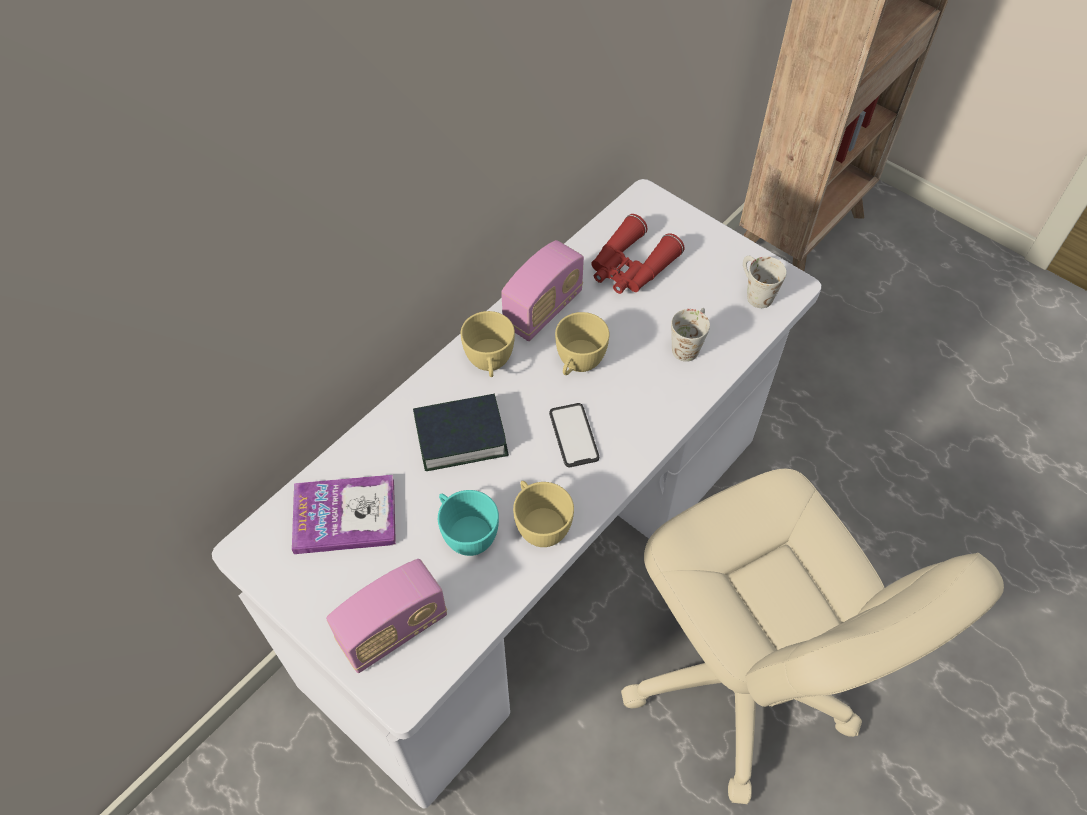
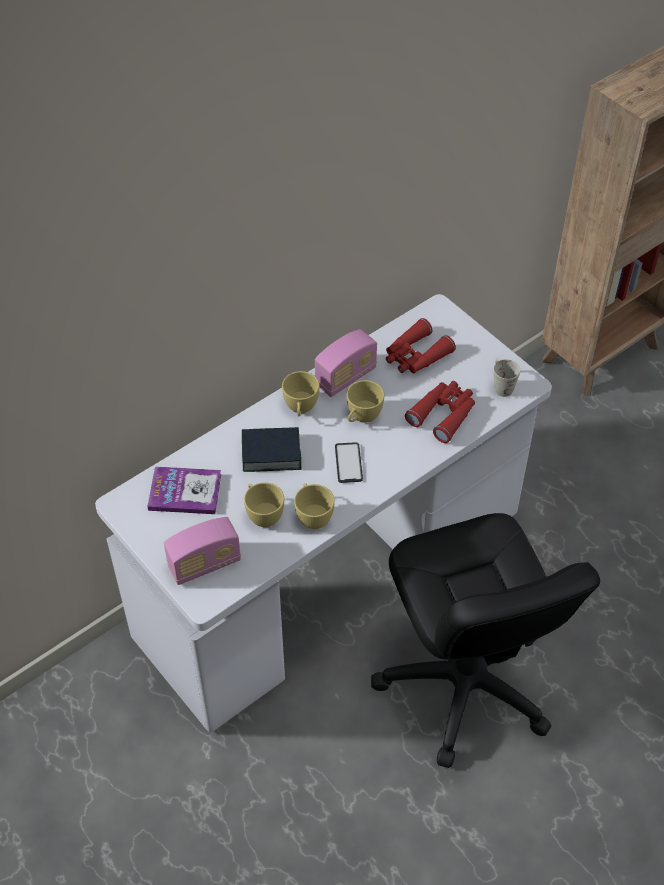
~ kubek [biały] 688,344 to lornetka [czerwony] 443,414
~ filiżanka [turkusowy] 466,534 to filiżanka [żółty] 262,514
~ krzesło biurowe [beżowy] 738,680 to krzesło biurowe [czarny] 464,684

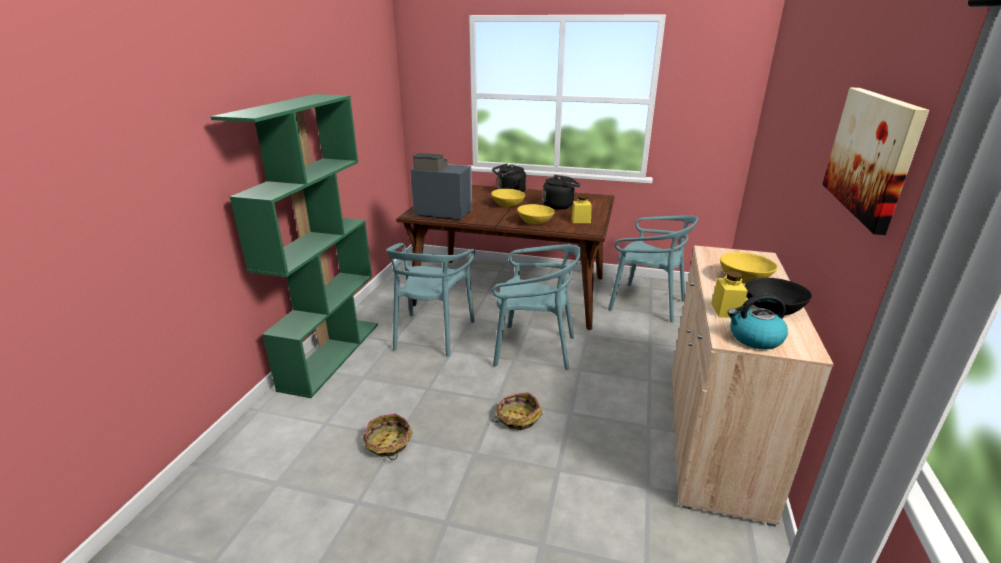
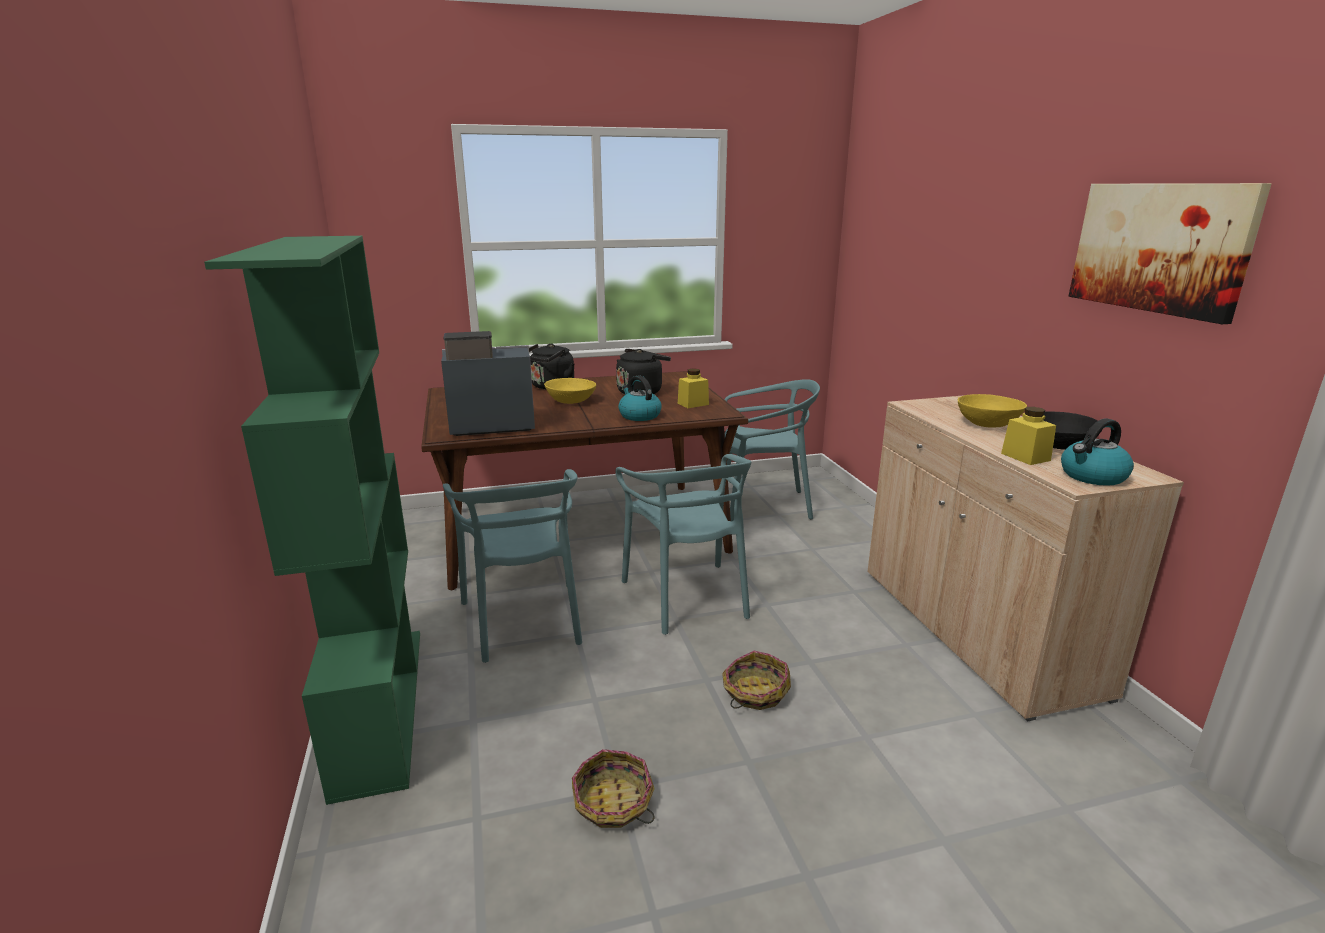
~ miska [żółty] 535,222 to czajnik 639,415
~ krzesło [turkusowy] 534,349 = 687,597 90 degrees clockwise

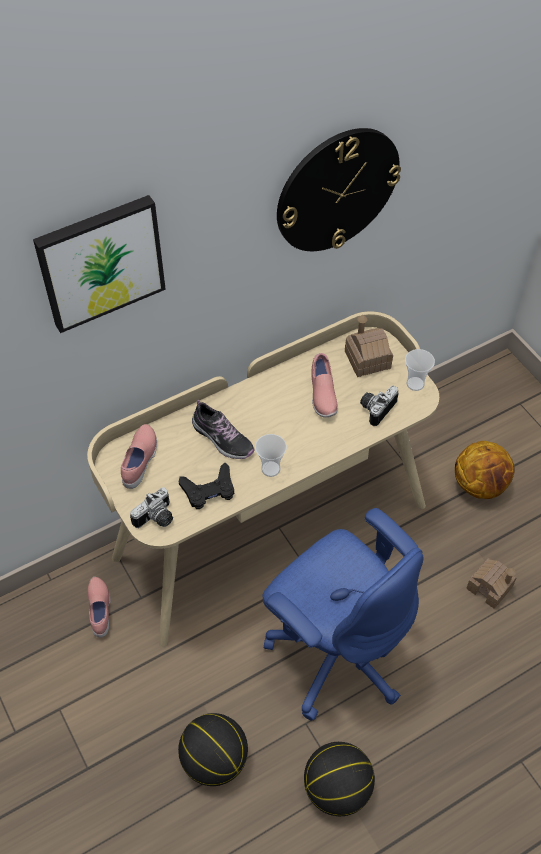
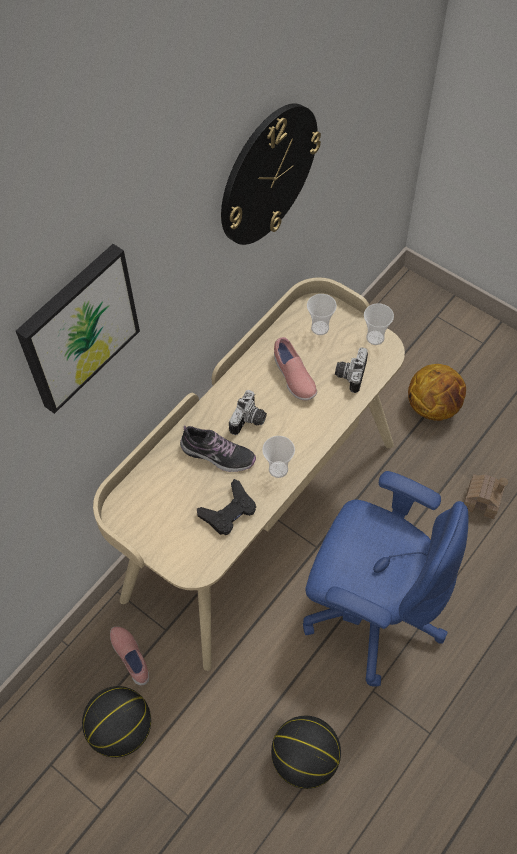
- but [różowy] 140,461
~ aparat fotograficzny 156,519 to 249,421
~ piłka do koszykówki 336,788 to 121,729
~ domek 367,359 to filiżanka 320,328

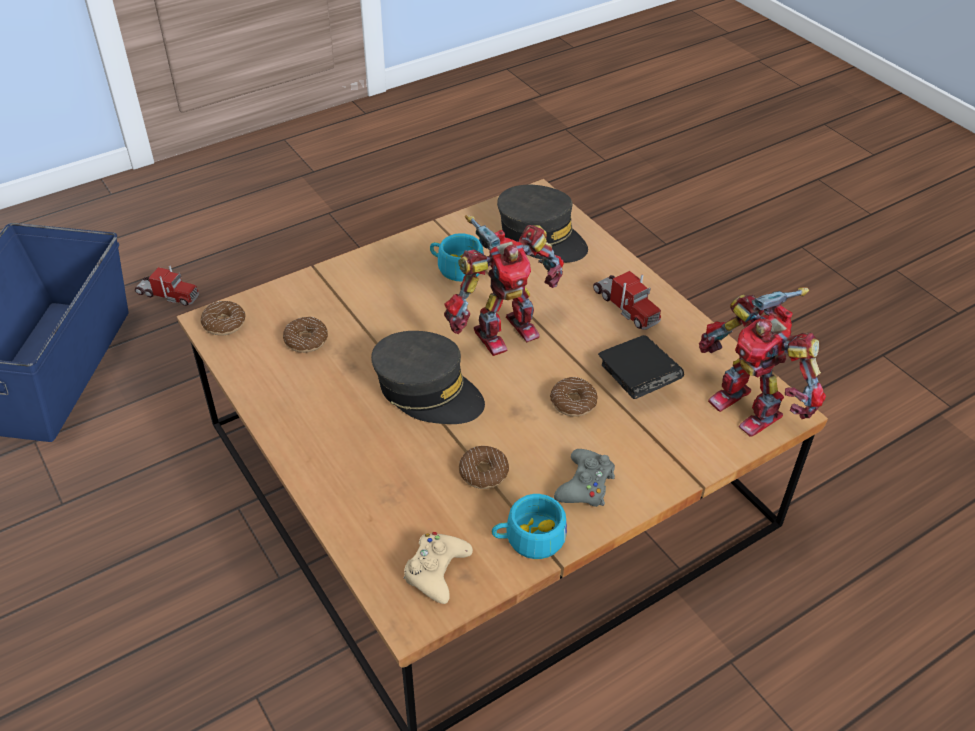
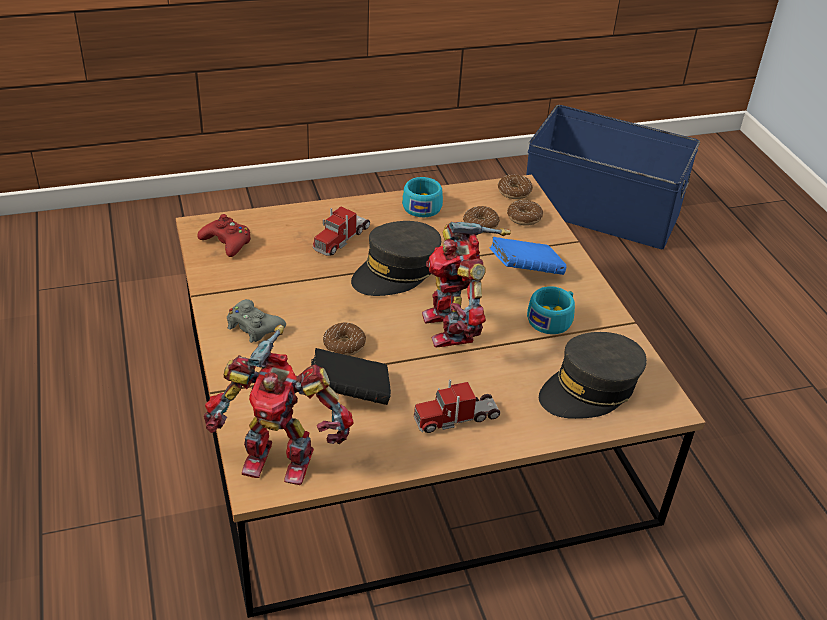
+ książka [niebieski] 525,271
~ ciężarówka zabawkowa 168,295 to 341,239
~ donut 483,472 to 524,218
~ filiżanka [turkusowy] 528,538 to 422,205
~ pad do gier [beżowy] 436,571 to pad do gier [czerwony] 227,242
~ robot zabawkowy 748,407 = 279,458 150 degrees counterclockwise

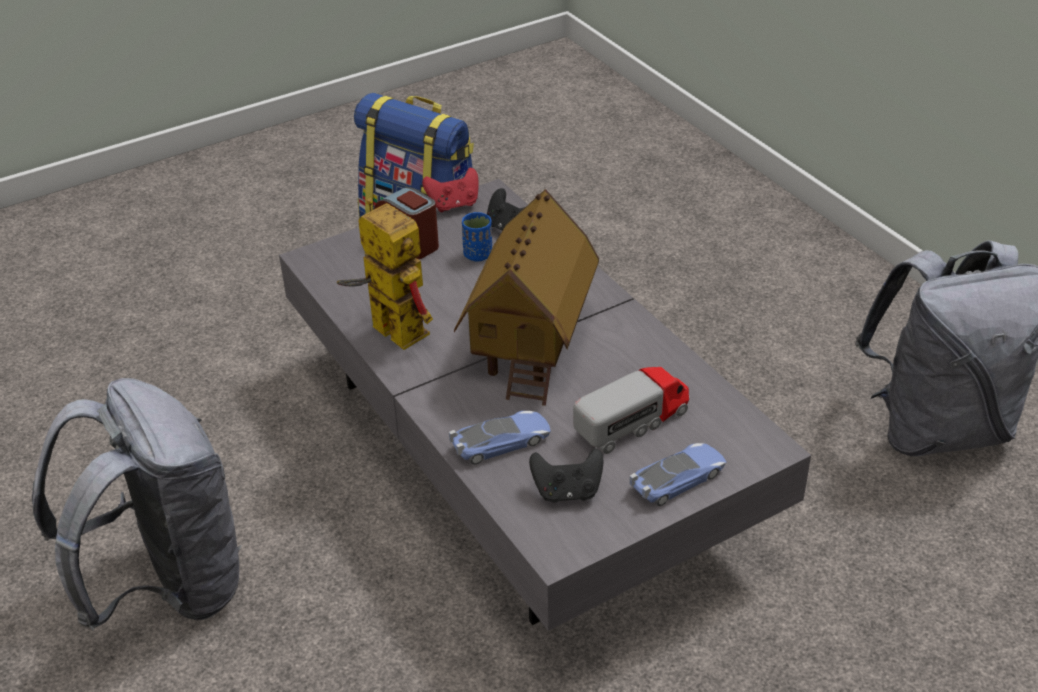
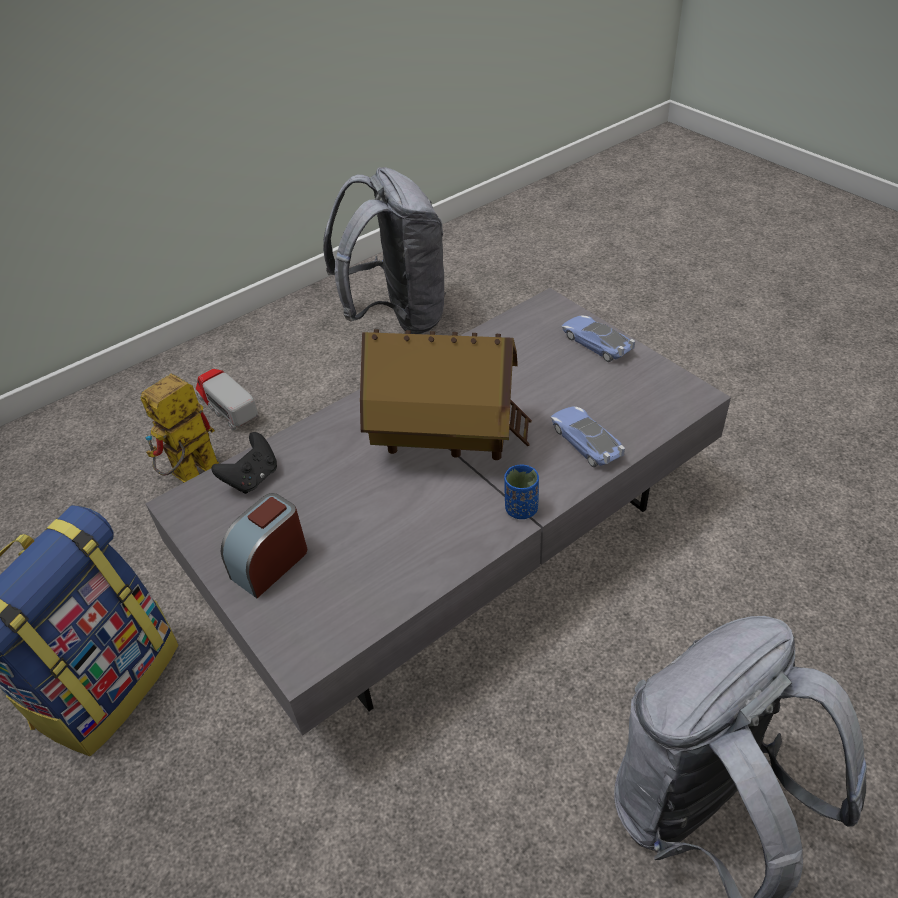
- pad do gier [czerwony] 454,205
- pad do gier [czarny] 567,492
~ robot zabawkowy 388,328 to 190,476
~ filiżanka [niebieski] 478,255 to 521,509
~ ciężarówka zabawkowa 633,421 to 227,407

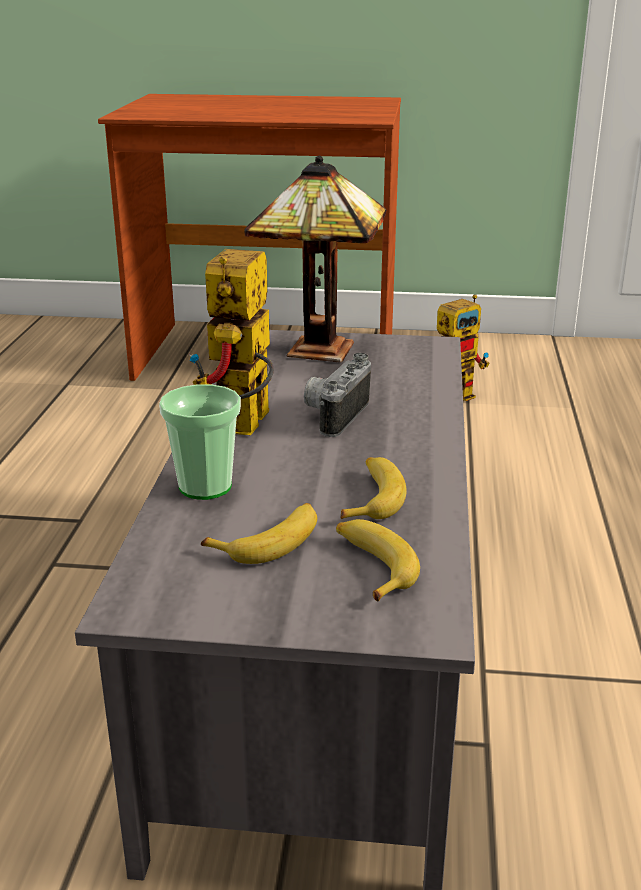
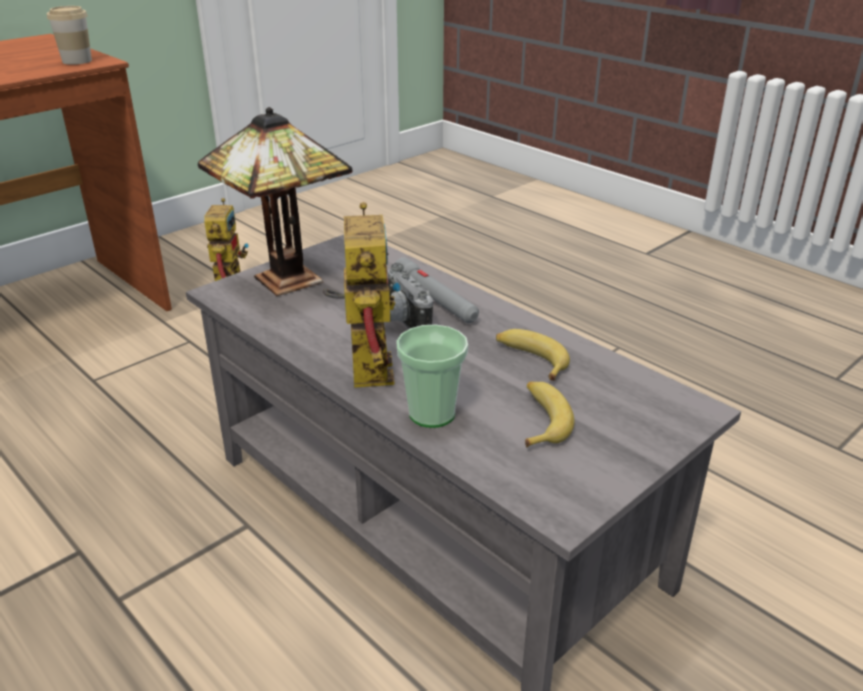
- banan 371,566
+ filiżanka 77,61
+ latarka [szary] 435,300
~ robot zabawkowy 242,429 = 365,362 150 degrees counterclockwise

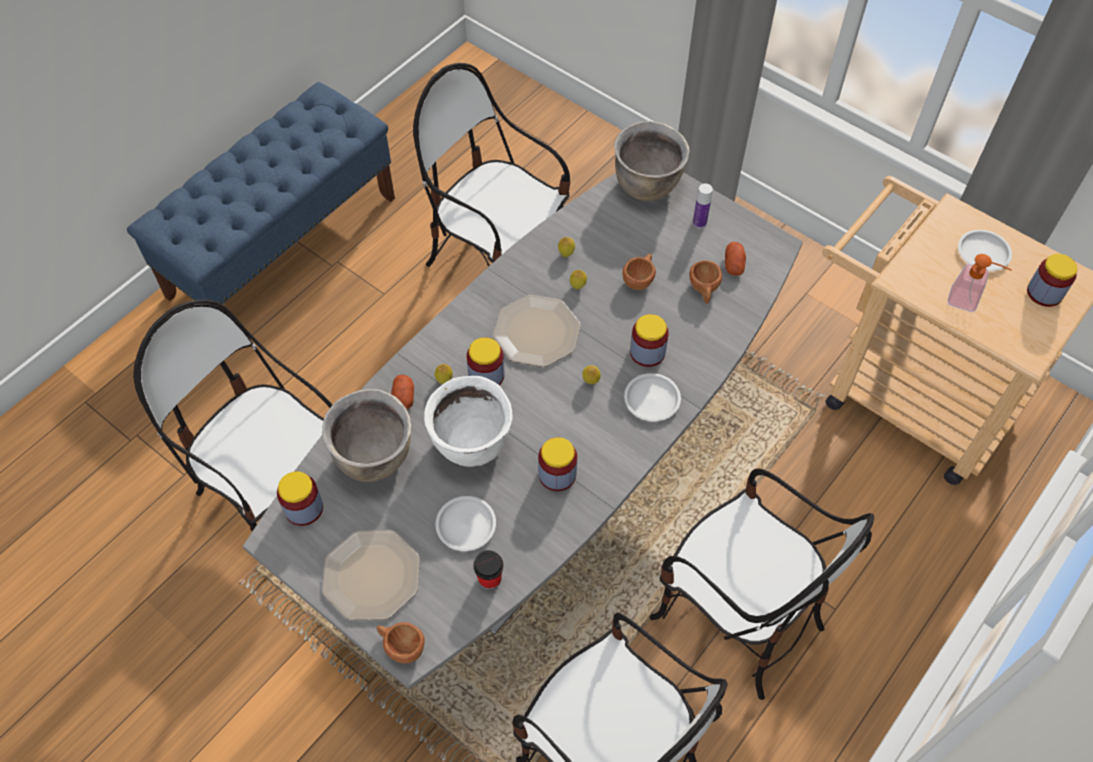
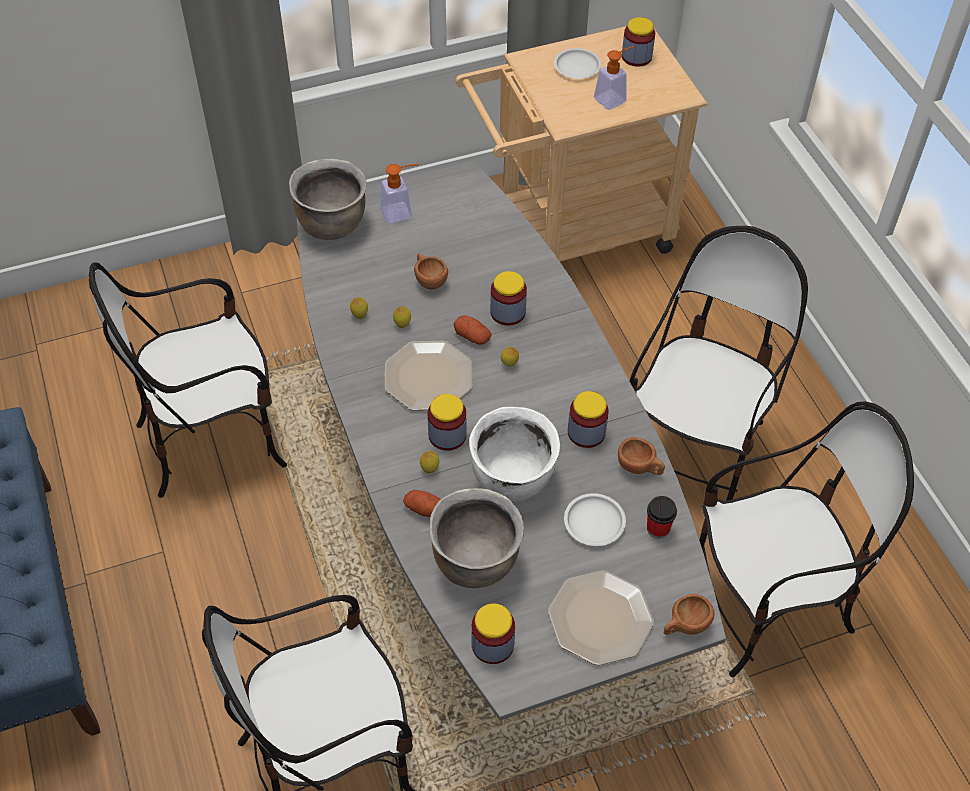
- talerz [biały] 651,400
~ filiżanka [brązowy] 704,290 to 640,467
~ ziemniak 734,265 to 472,336
~ butelka 699,223 to dozownik mydła 402,212
~ krzesło 736,617 = 694,450 45 degrees counterclockwise

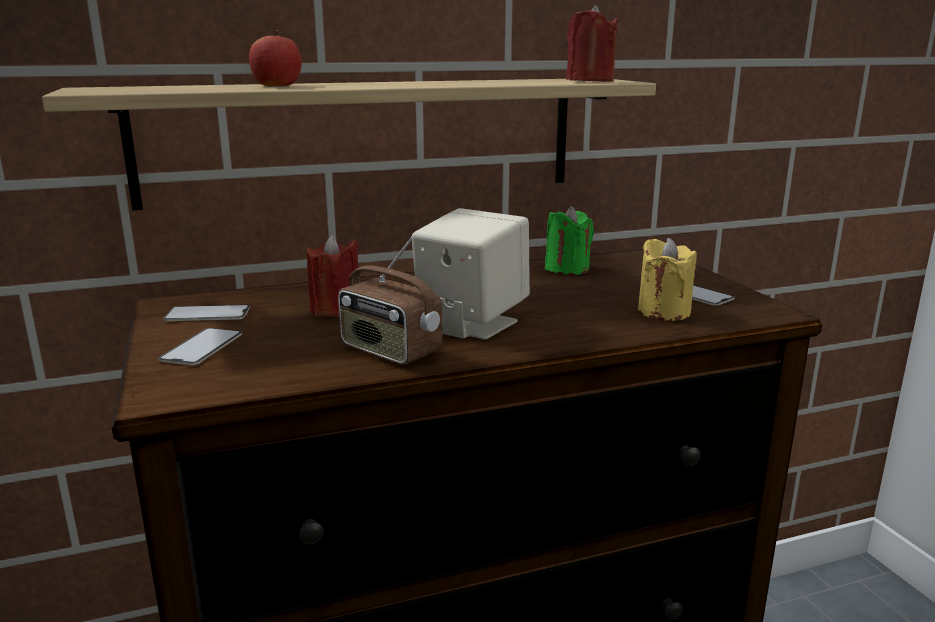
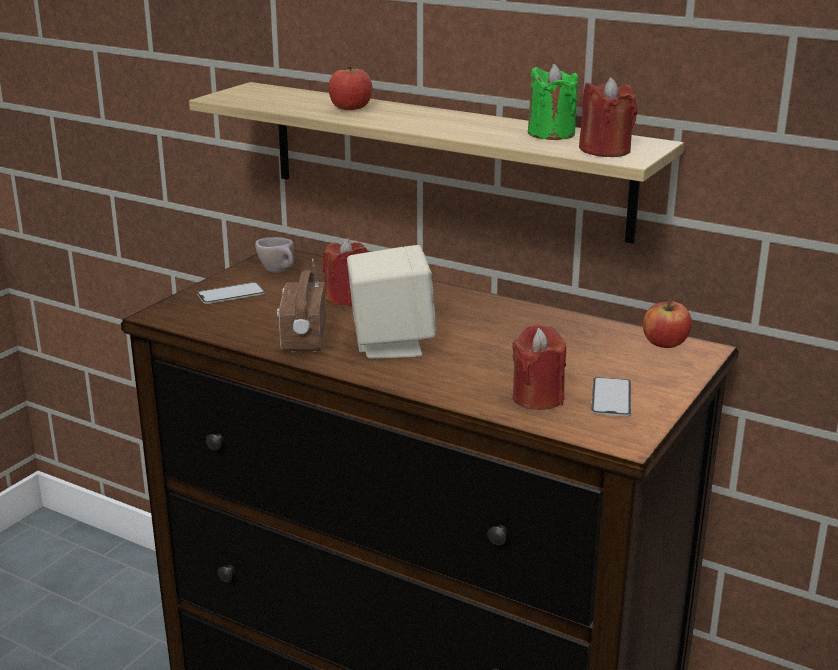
+ jabłko 665,343
~ świeca [zielony] 567,269 to 551,134
~ telefon 207,314 to filiżanka [beżowy] 279,272
~ świeca [żółty] 663,312 to świeca [czerwony] 538,398

